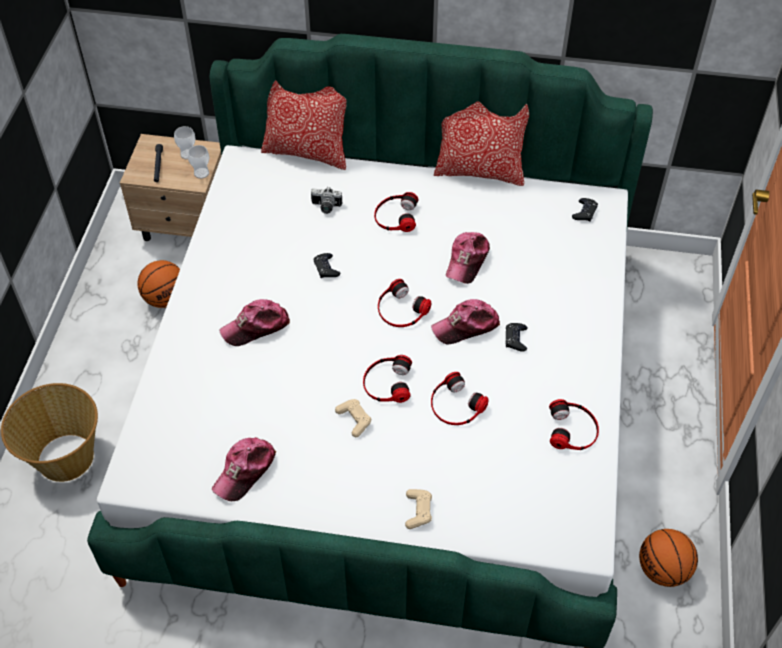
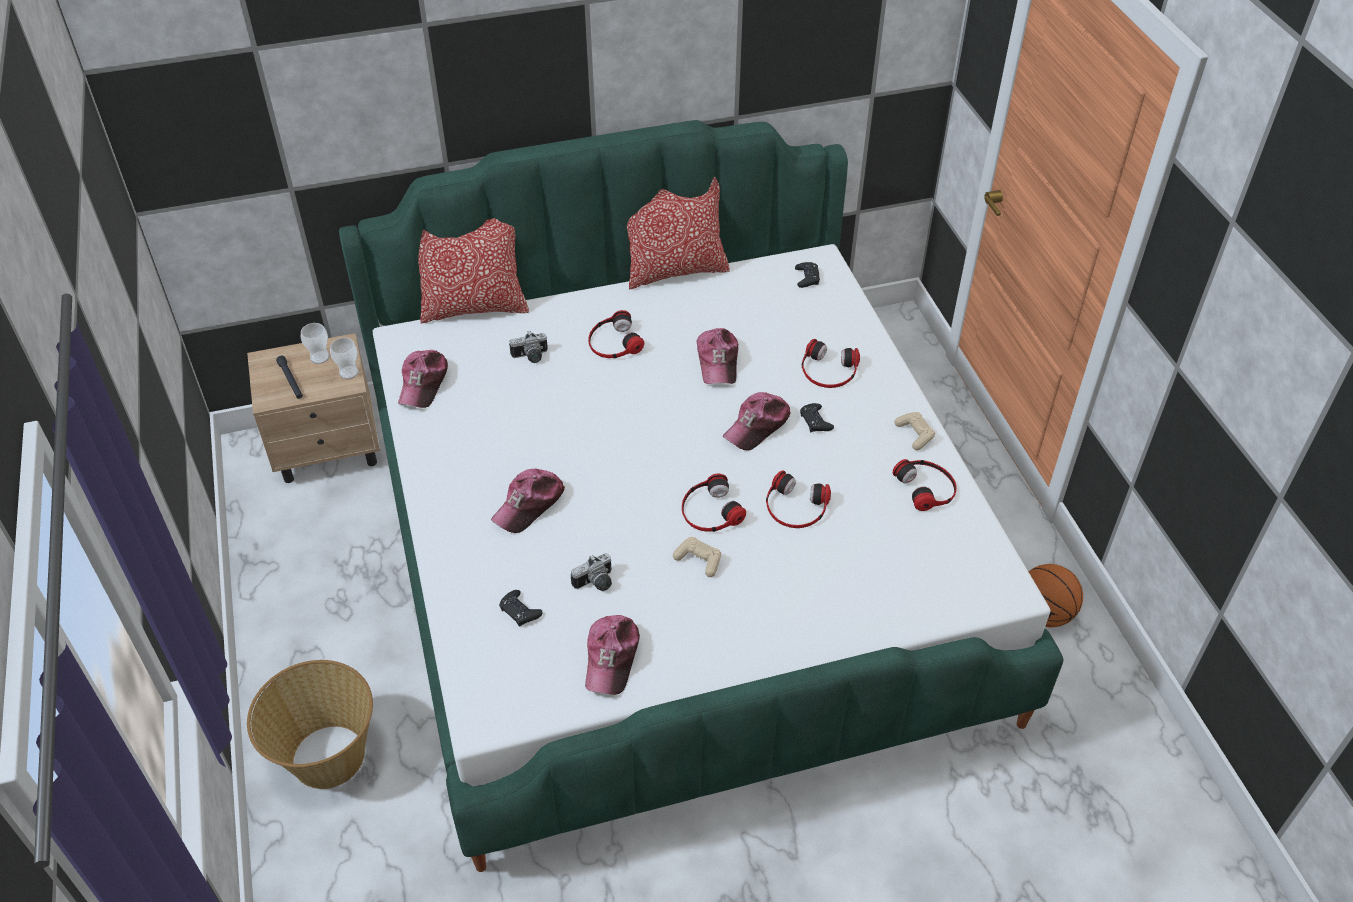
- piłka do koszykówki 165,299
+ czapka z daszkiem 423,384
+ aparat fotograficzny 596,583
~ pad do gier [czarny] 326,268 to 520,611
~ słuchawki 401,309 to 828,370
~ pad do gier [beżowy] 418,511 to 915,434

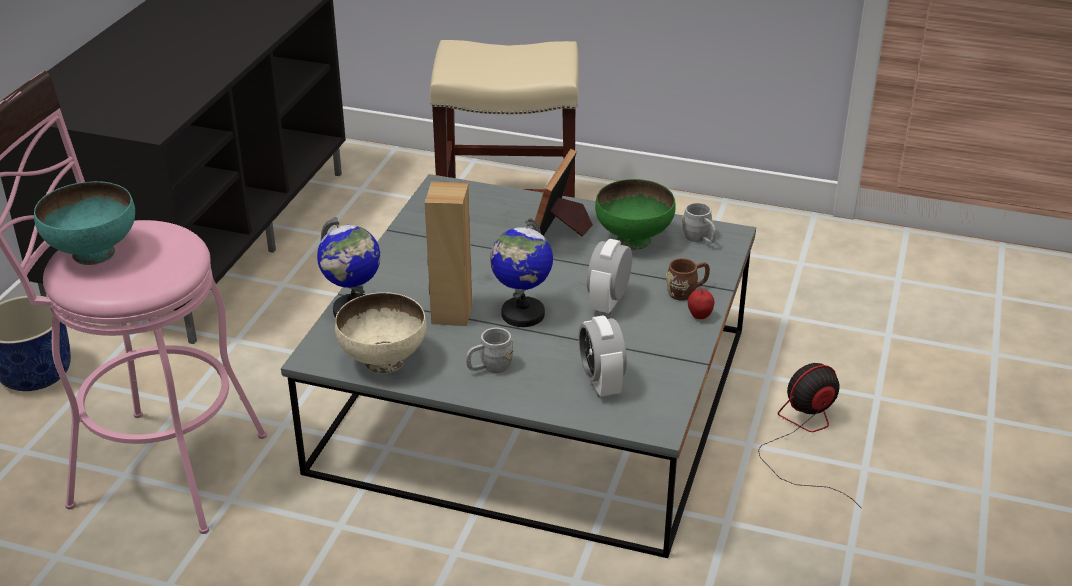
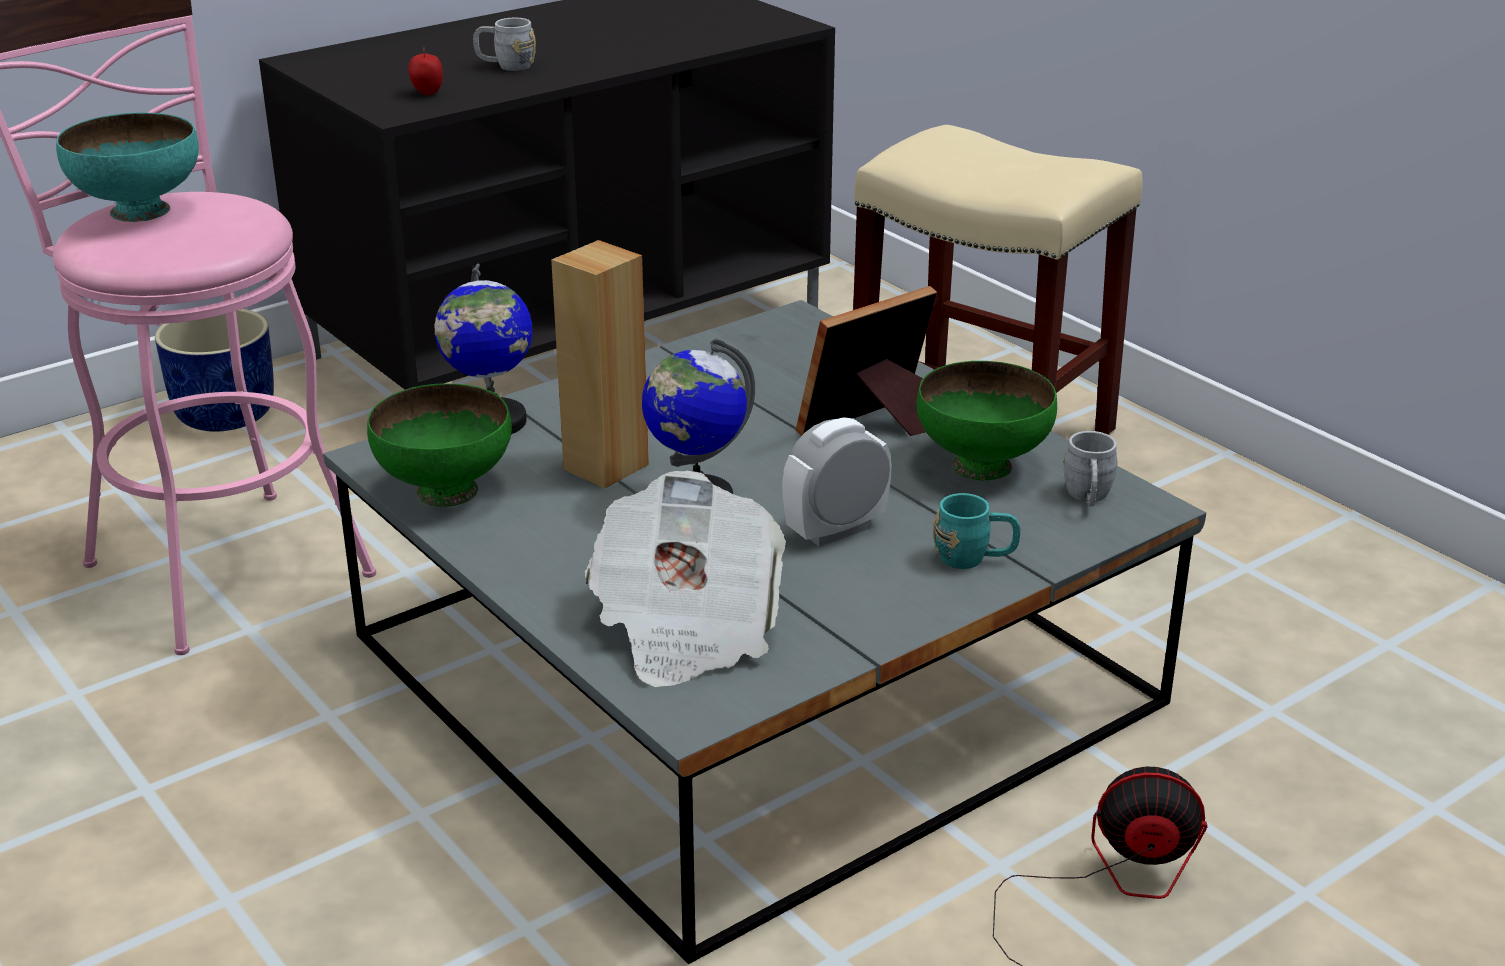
~ kubek [szary] 489,368 to 506,66
~ jabłko 699,317 to 427,93
~ budzik 601,383 to gazeta 686,626
~ miska [beżowy] 383,361 to miska [zielony] 445,490
~ kubek [brązowy] 687,292 to kubek [turkusowy] 974,559

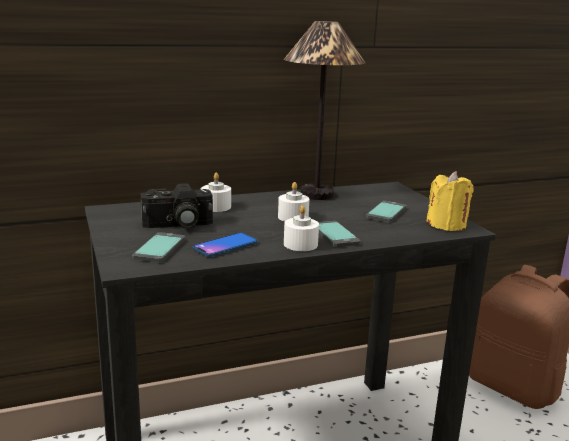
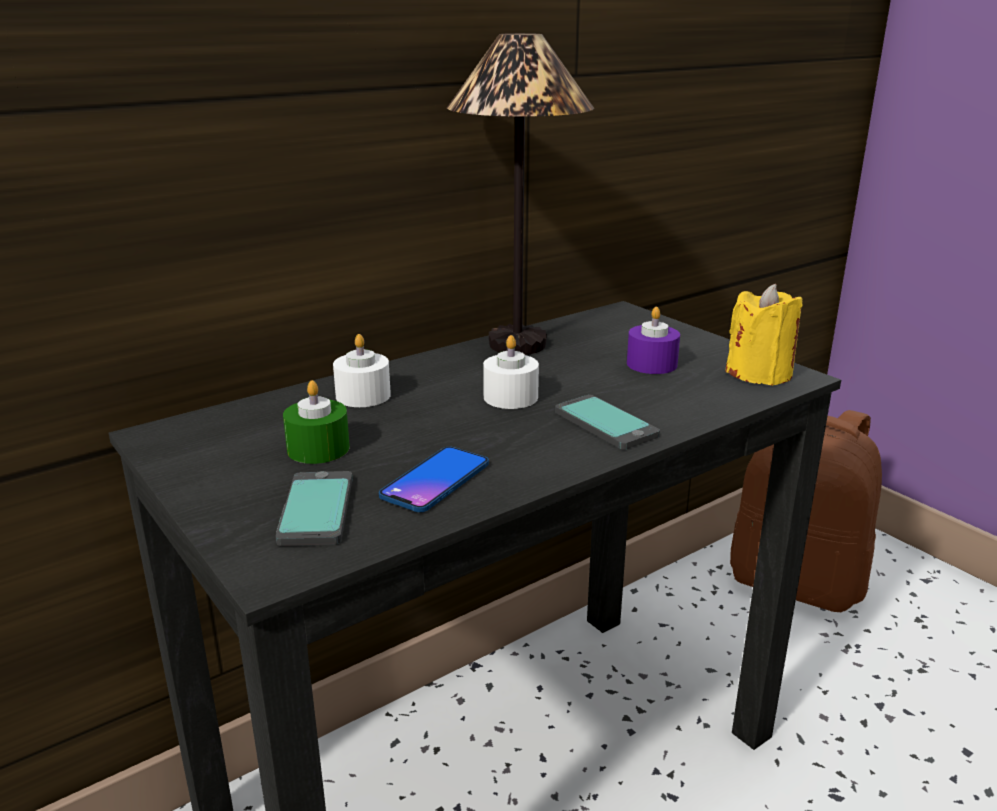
- świeca [biały] 300,244
~ aparat fotograficzny 178,225 to świeca [zielony] 318,448
~ telefon 386,213 to świeca [fioletowy] 651,364

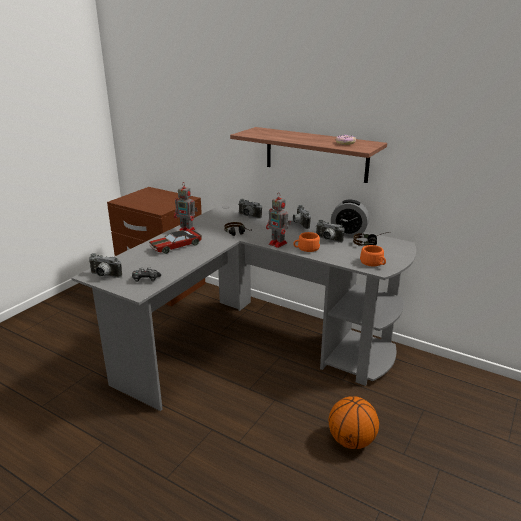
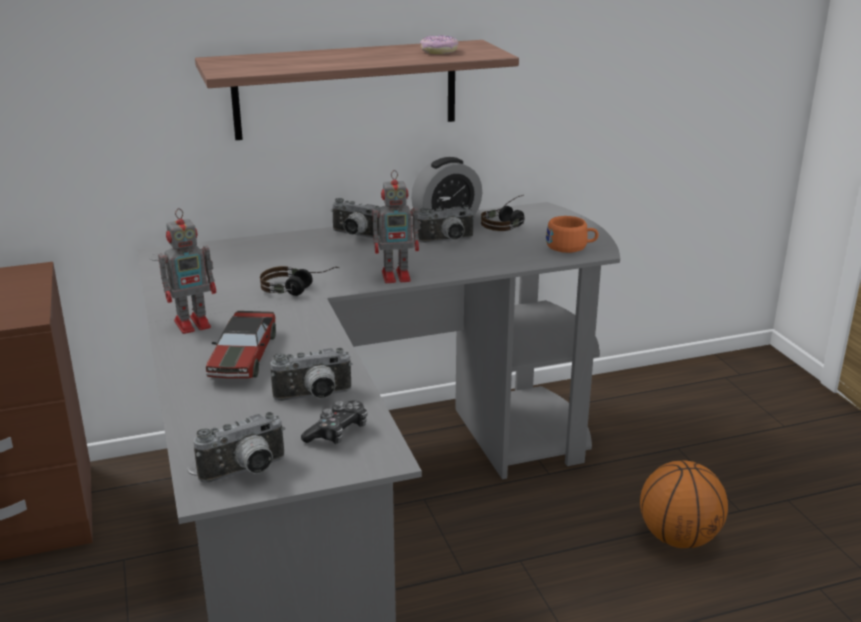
- filiżanka [pomarańczowy] 306,249
~ aparat fotograficzny 248,216 to 314,397

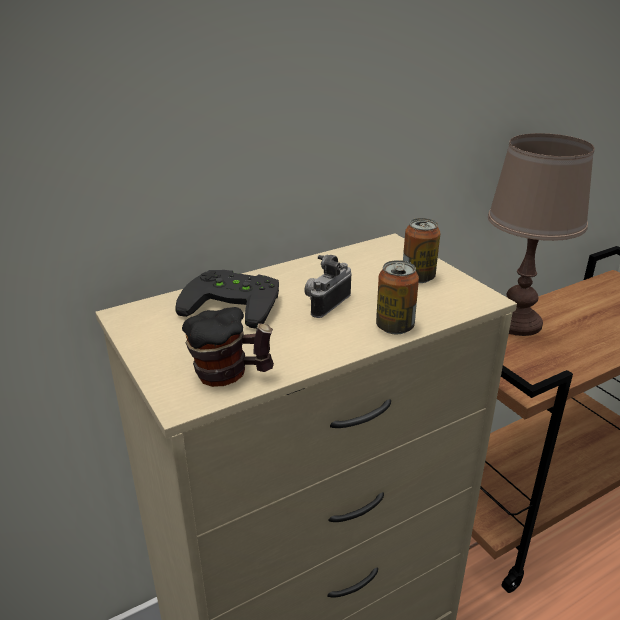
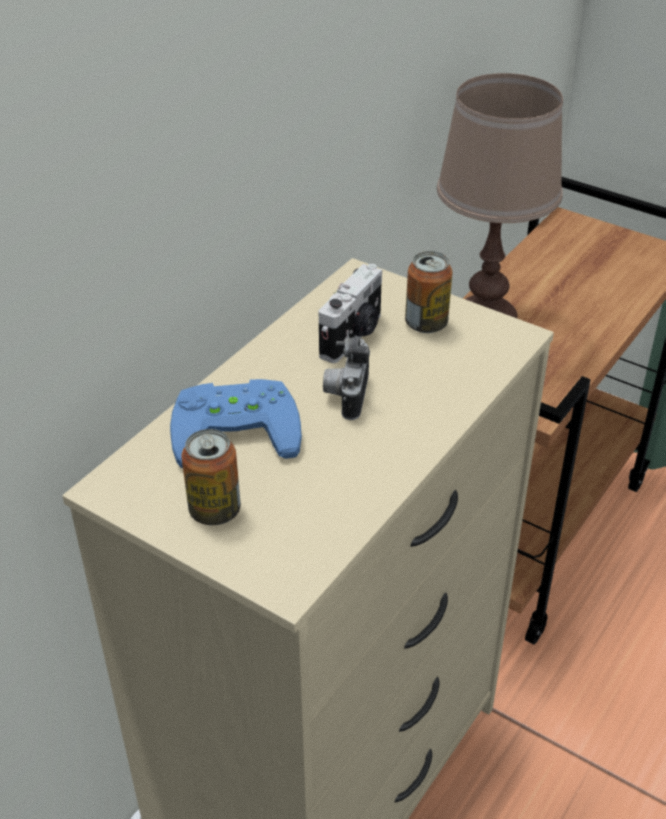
- kubek 230,375
+ aparat fotograficzny 353,336
~ puszka 395,327 to 214,510
~ pad do gier [czarny] 235,302 to pad do gier [niebieski] 236,426

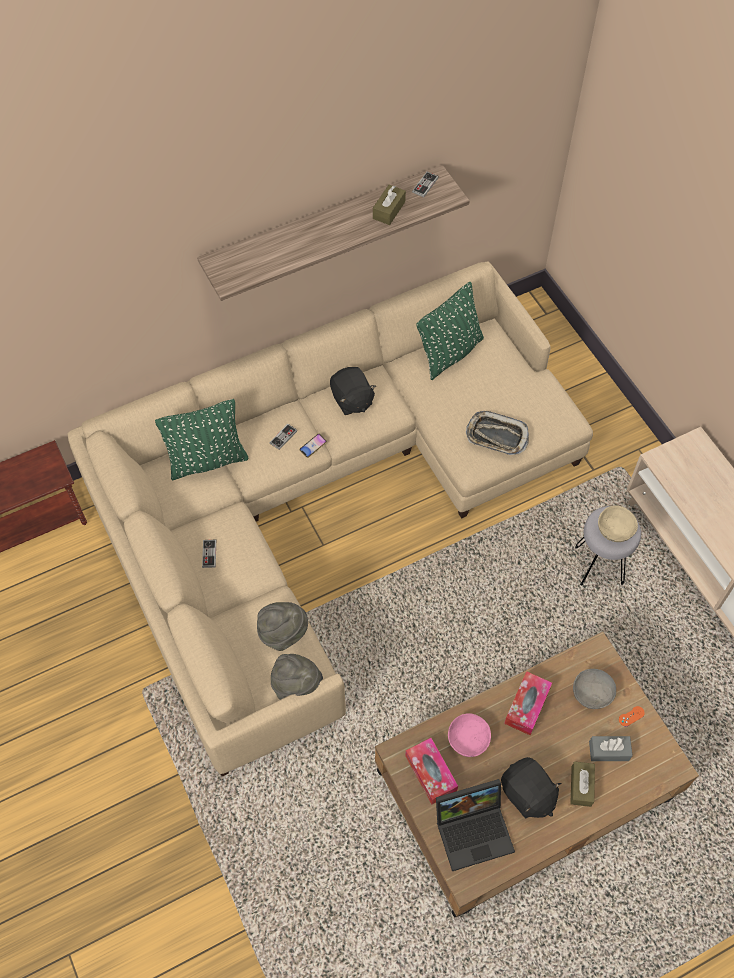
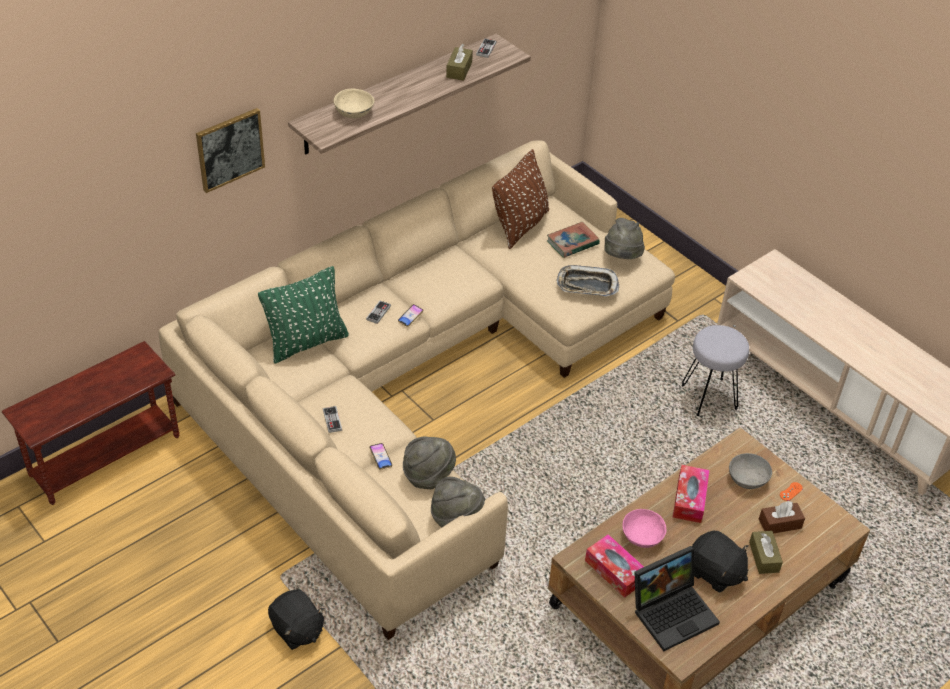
+ obraz 230,149
+ telefon 380,457
+ książka 572,243
+ kapelusz [szary] 621,257
~ pluszak [czarny] 351,400 to 297,630
~ miska [beżowy] 614,530 to 353,112
~ poduszka [zielony] 449,353 to poduszka [brązowy] 520,225
~ pudełko chusteczek [szary] 609,751 to pudełko chusteczek [brązowy] 780,523

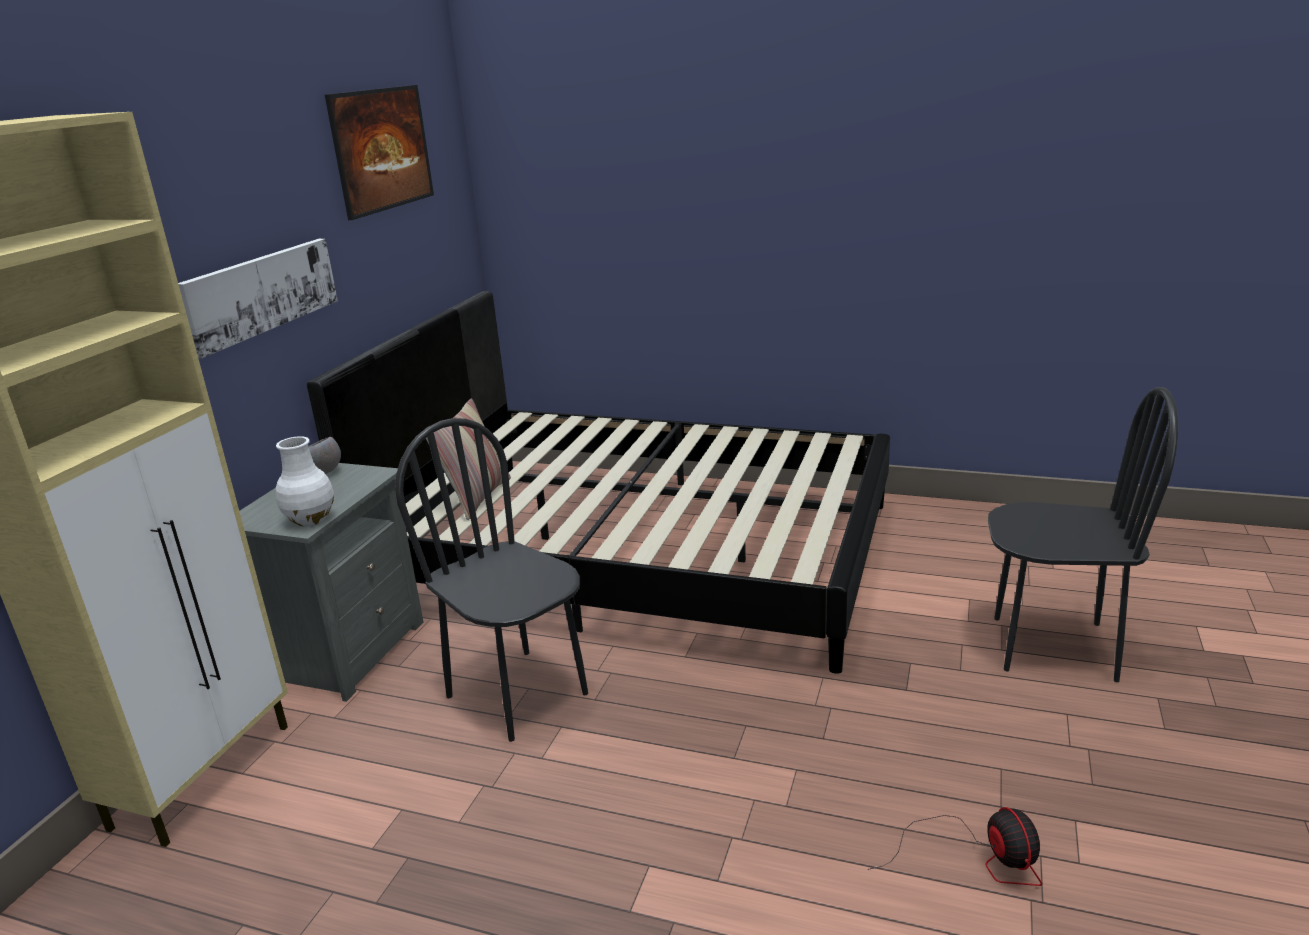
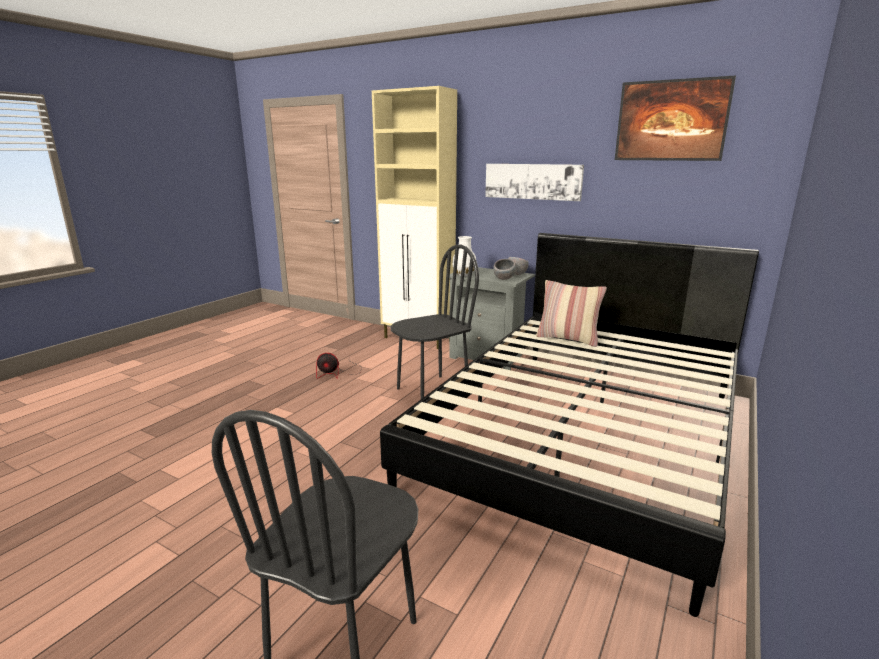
+ miska [szary] 504,279
~ wentylator 977,857 to 337,373

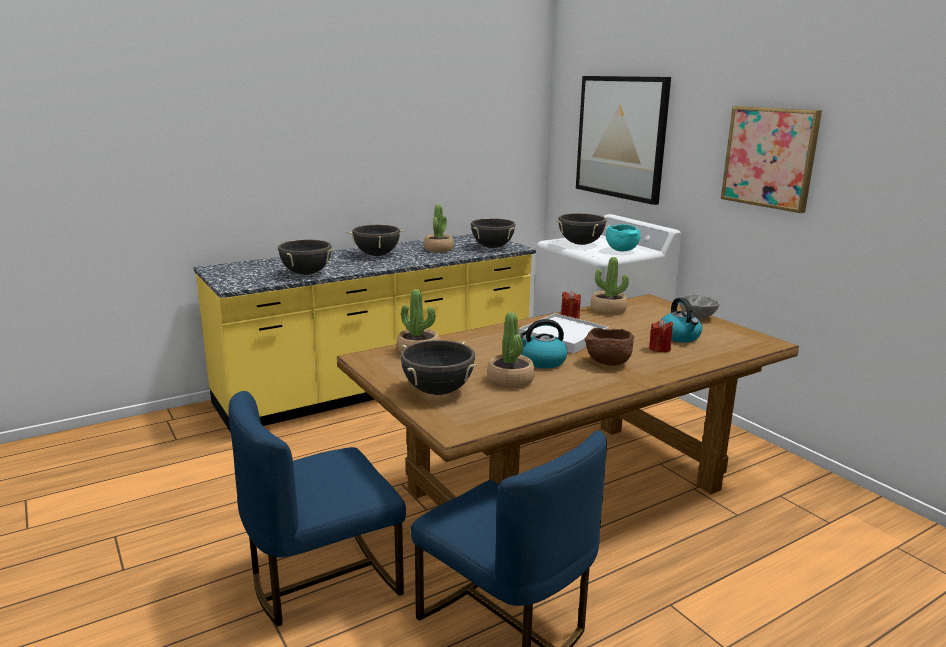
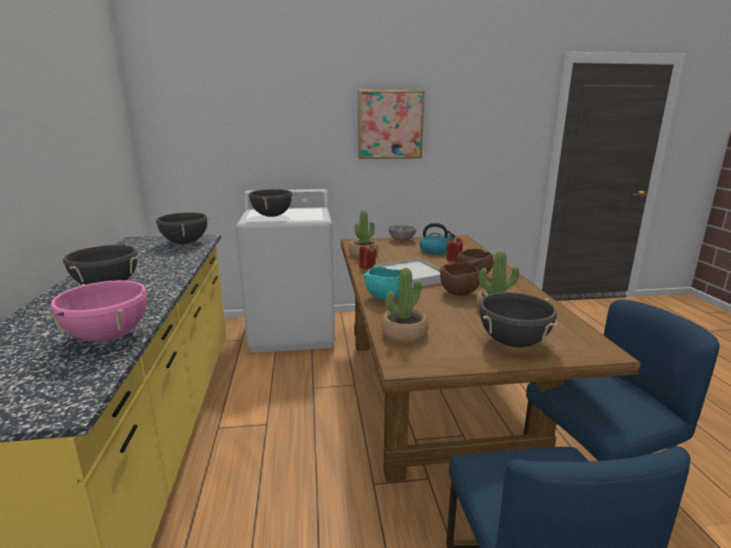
- roślina doniczkowa 438,249
- obraz 621,137
~ miska [turkusowy] 621,250 to 384,298
~ czajnik 542,361 to miska [brązowy] 459,293
~ garnek [czarny] 306,273 to garnek [różowy] 109,337

